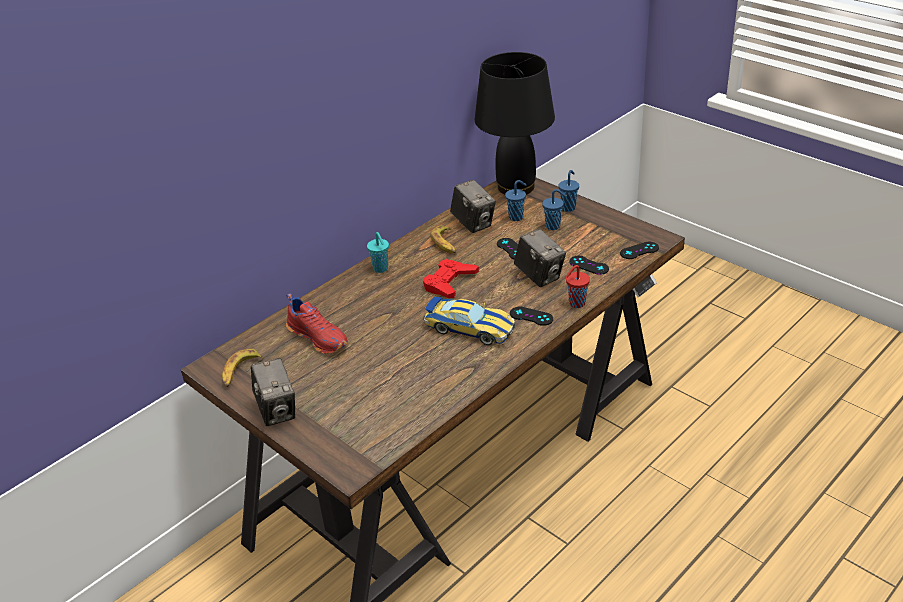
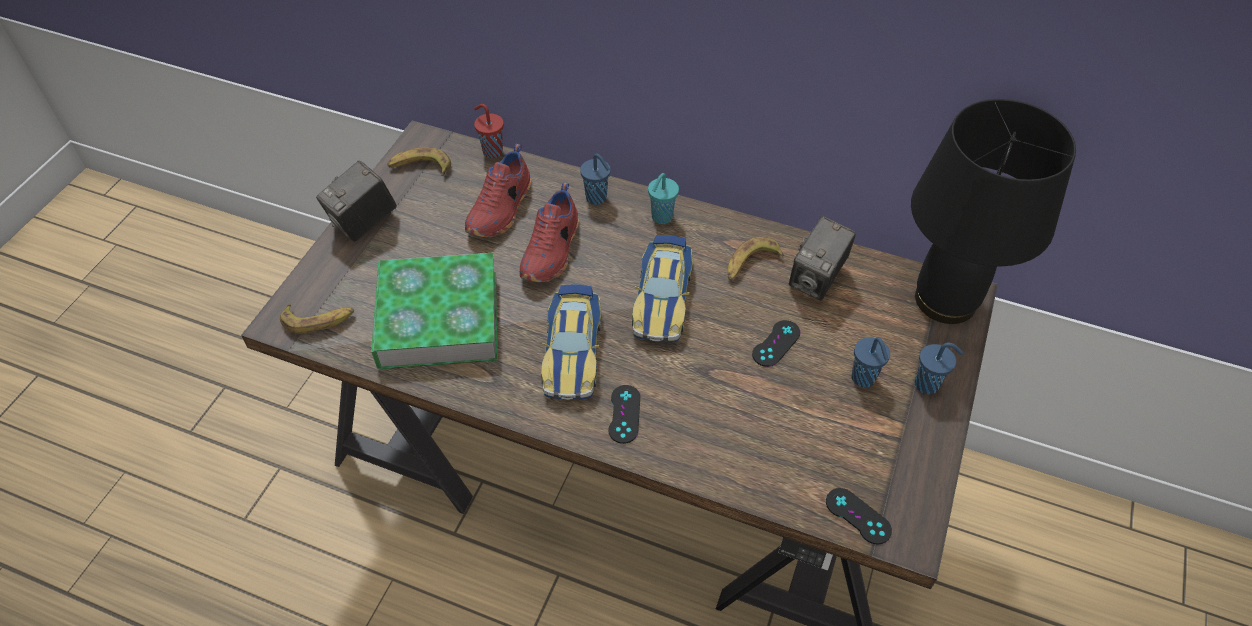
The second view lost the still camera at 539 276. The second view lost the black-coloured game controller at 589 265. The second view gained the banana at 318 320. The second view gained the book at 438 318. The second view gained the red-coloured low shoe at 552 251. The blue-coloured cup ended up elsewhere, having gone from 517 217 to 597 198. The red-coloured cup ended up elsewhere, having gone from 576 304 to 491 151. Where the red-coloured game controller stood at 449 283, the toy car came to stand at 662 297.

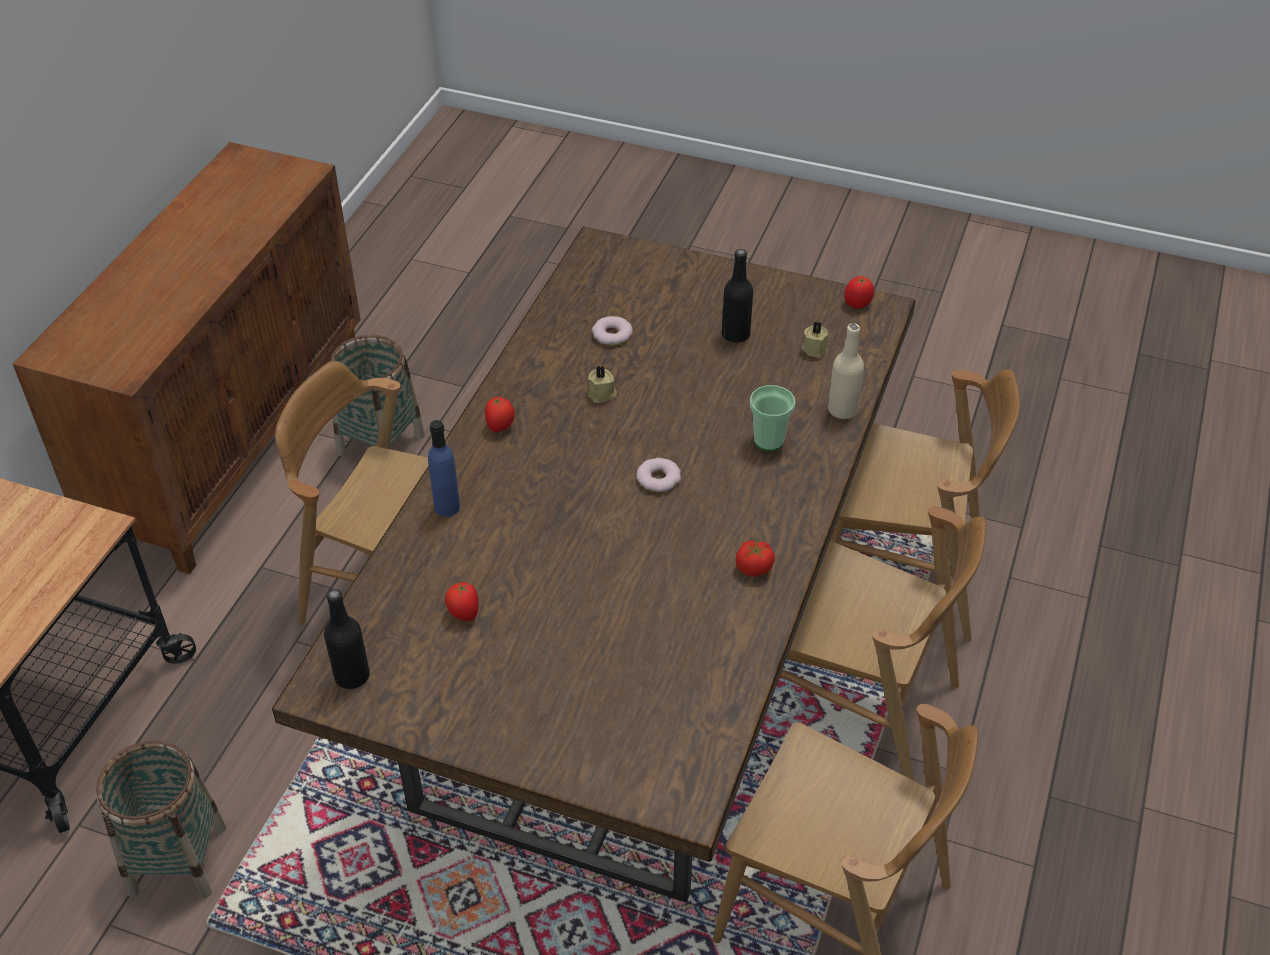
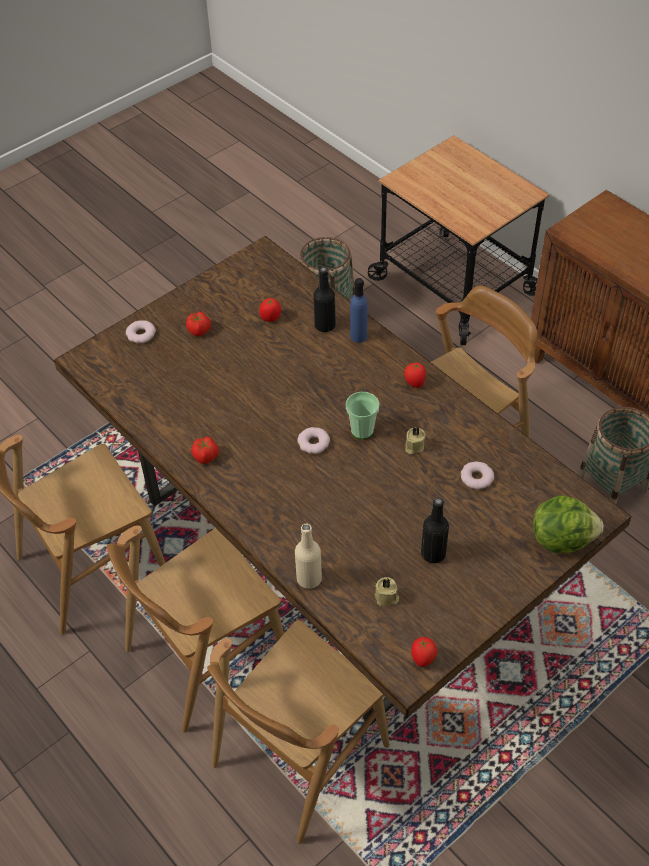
The second view gained the ring doughnut at 141 334. The second view gained the tomato at 199 331. The second view gained the head of lettuce at 561 538. The black-coloured bottle ended up elsewhere, having gone from 352 676 to 325 325. The cup ended up elsewhere, having gone from 769 440 to 362 430.

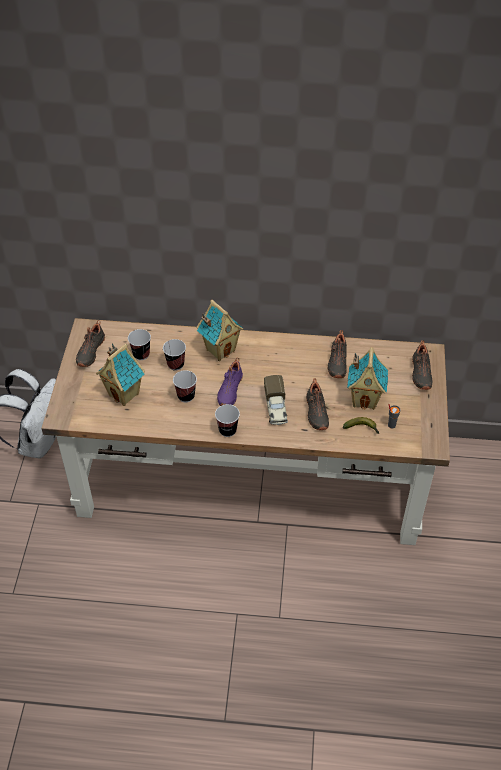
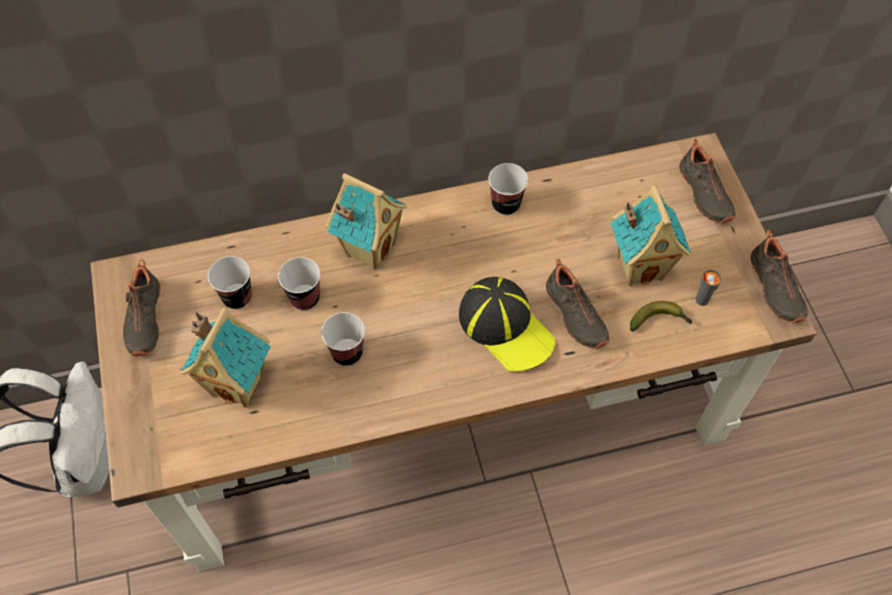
The second view lost the purplish low shoe at 229 390. The cup ended up elsewhere, having gone from 227 430 to 506 204. The black-coloured low shoe ended up elsewhere, having gone from 336 362 to 774 288. Where the toy truck stood at 275 407, the baseball cap came to stand at 506 327.

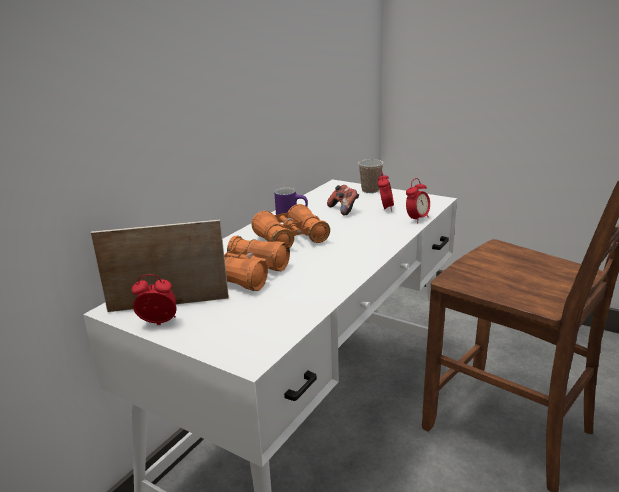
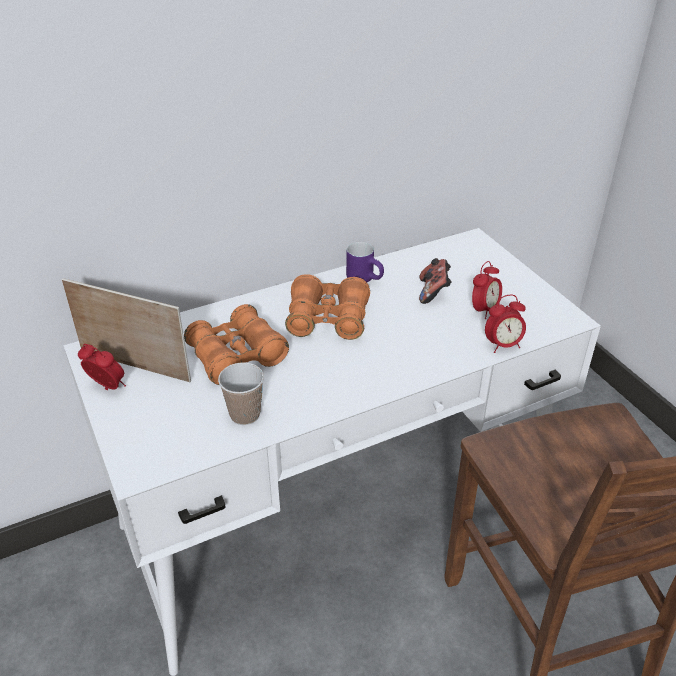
The cup ended up elsewhere, having gone from 370 190 to 245 414.

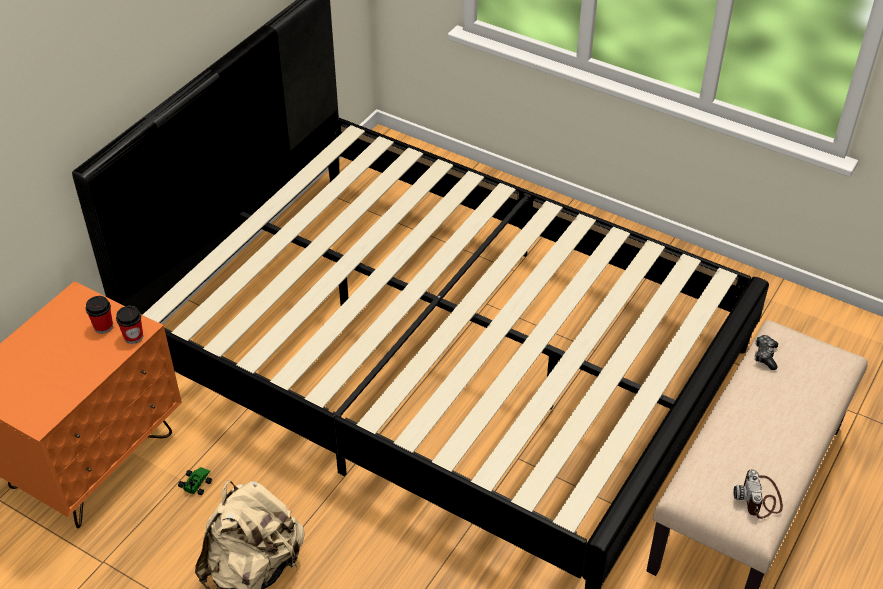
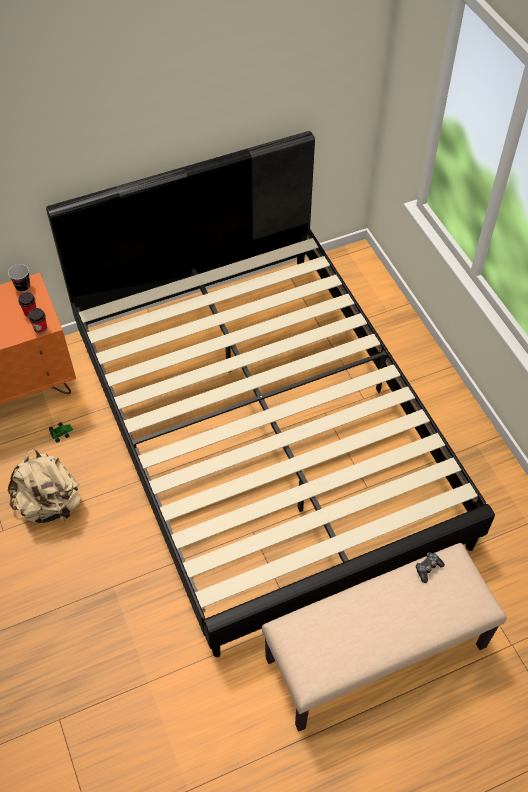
The second view lost the still camera at 759 498. The second view gained the cup at 23 286.

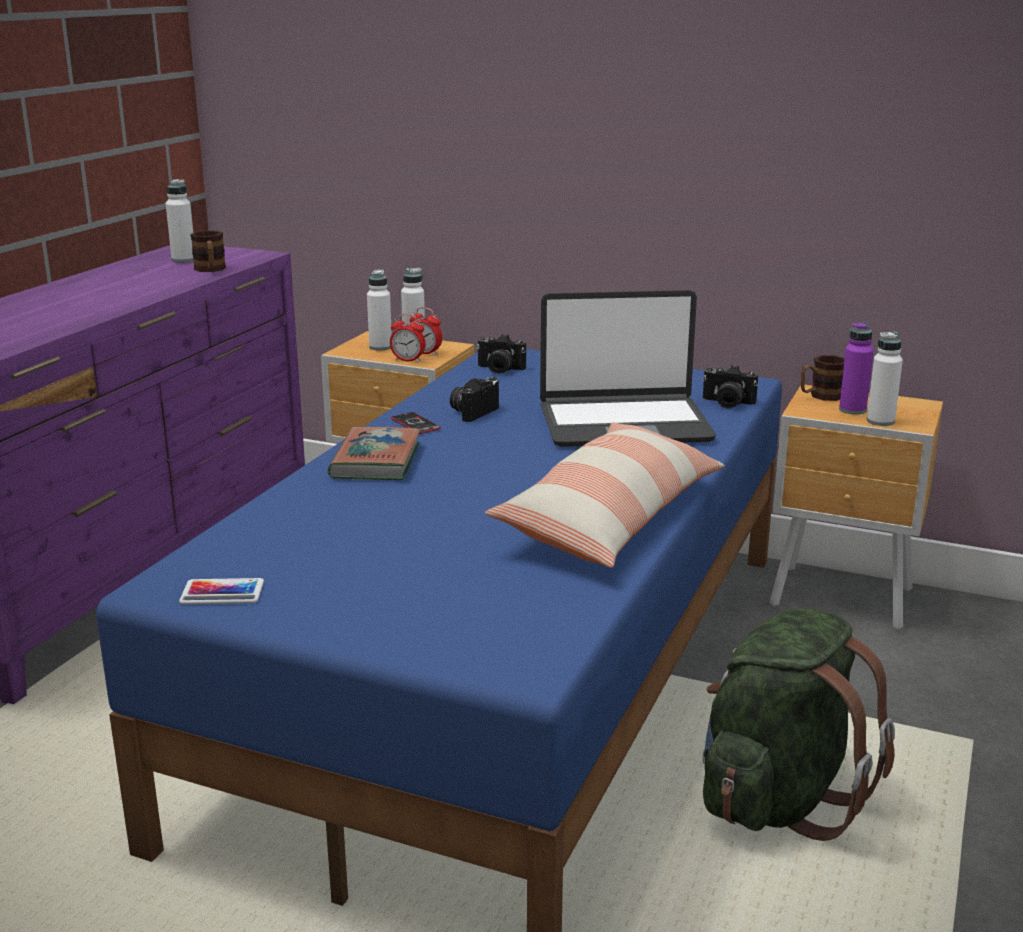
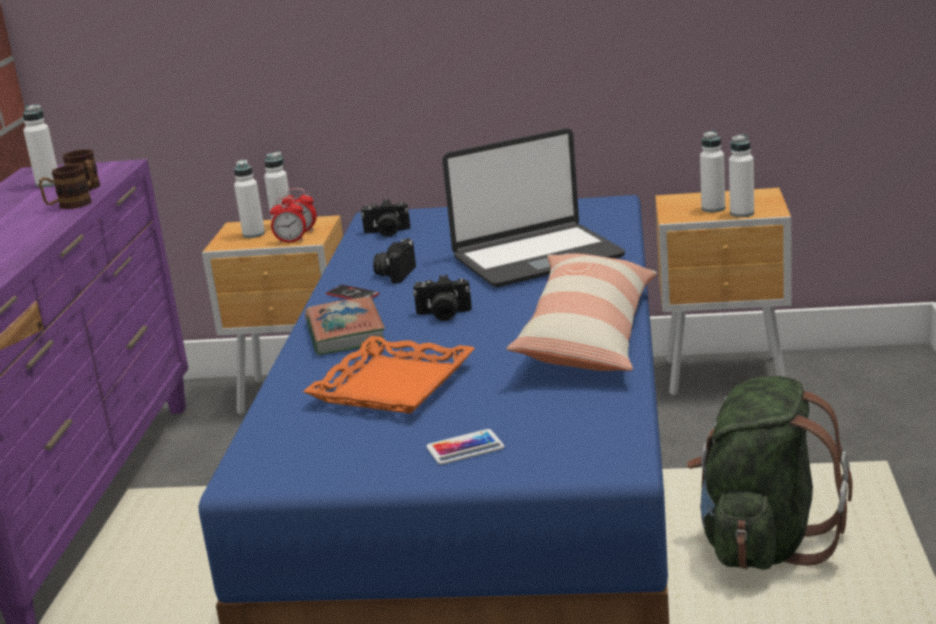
The second view gained the orange tray at 394 385. The handset ended up elsewhere, having gone from 222 592 to 465 448. The still camera ended up elsewhere, having gone from 727 403 to 443 315. The mug ended up elsewhere, having gone from 820 396 to 68 205. What was the purplish bottle at 852 410 turned into the white-coloured bottle at 713 208.

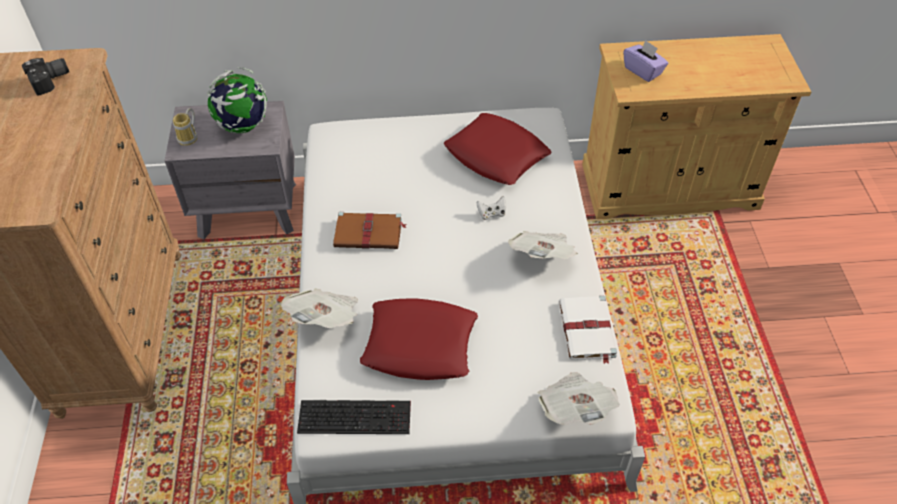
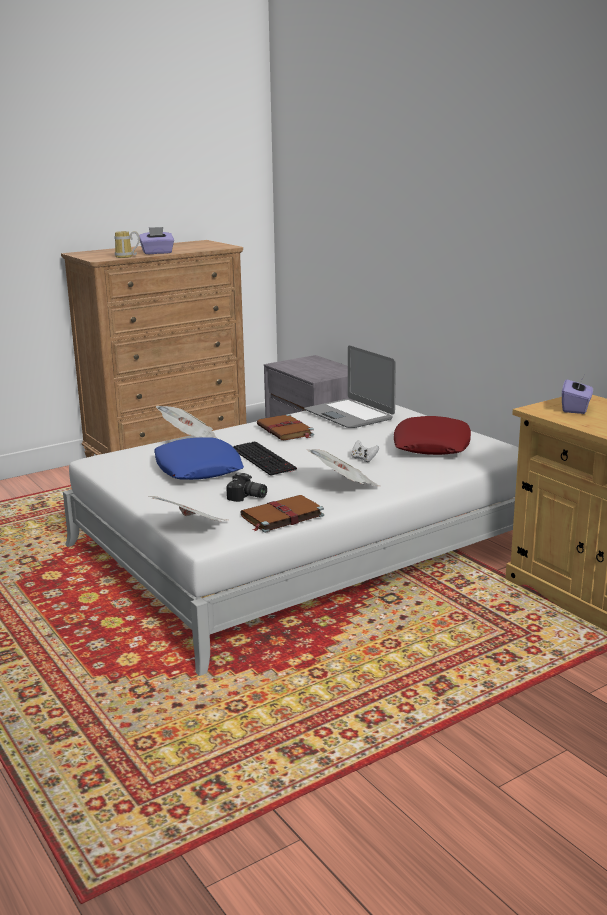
The second view lost the globe at 243 126. The second view gained the purplish tissue box at 157 253. The second view gained the notebook computer at 349 415. The still camera ended up elsewhere, having gone from 51 81 to 247 497. The mug ended up elsewhere, having gone from 190 137 to 126 257. The PC keyboard ended up elsewhere, having gone from 356 416 to 264 459. What was the red-coloured pillow at 420 344 turned into the blue-coloured pillow at 198 468. What was the white-coloured book at 587 330 turned into the brownish book at 281 516.

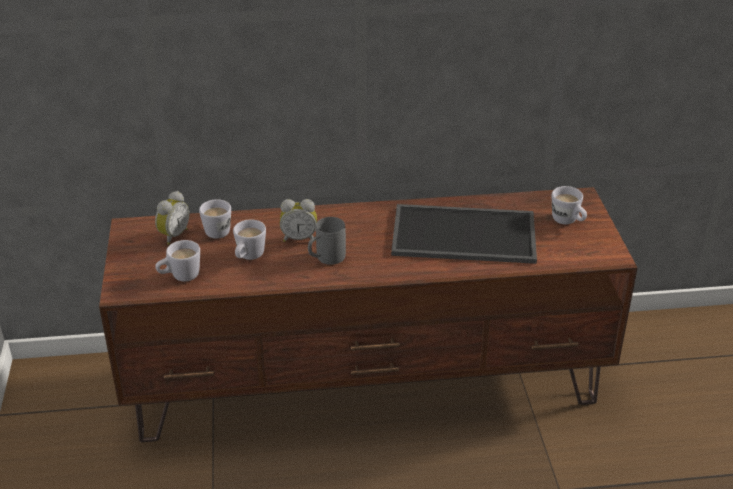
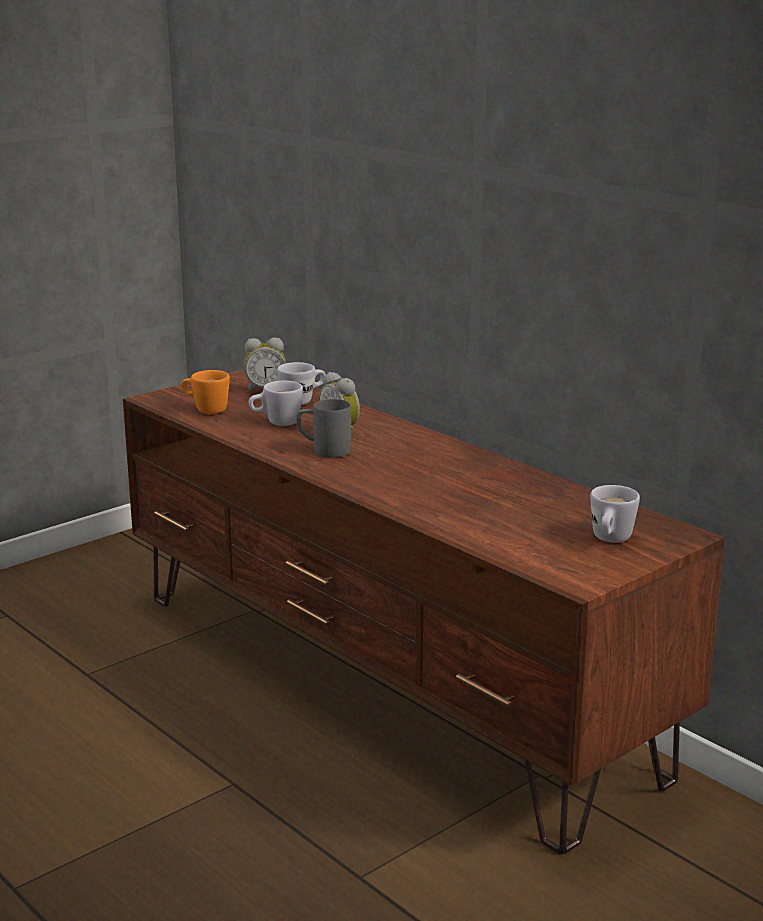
The second view lost the tray at 462 236. What was the white-coloured mug at 180 277 turned into the orange mug at 205 409.

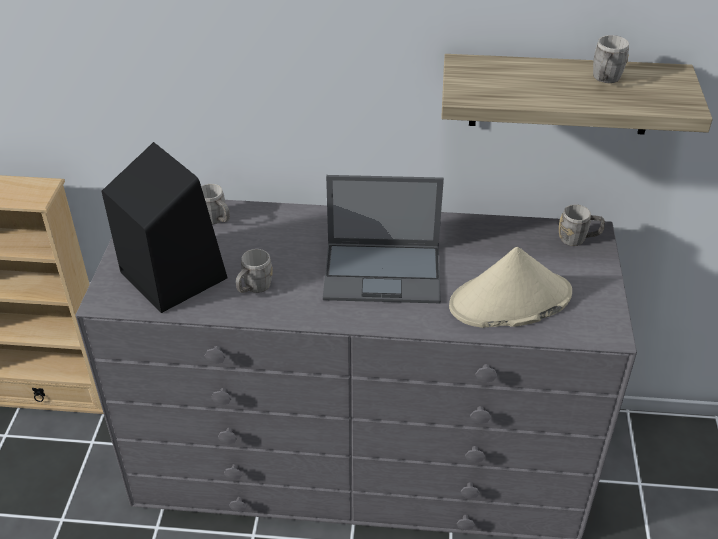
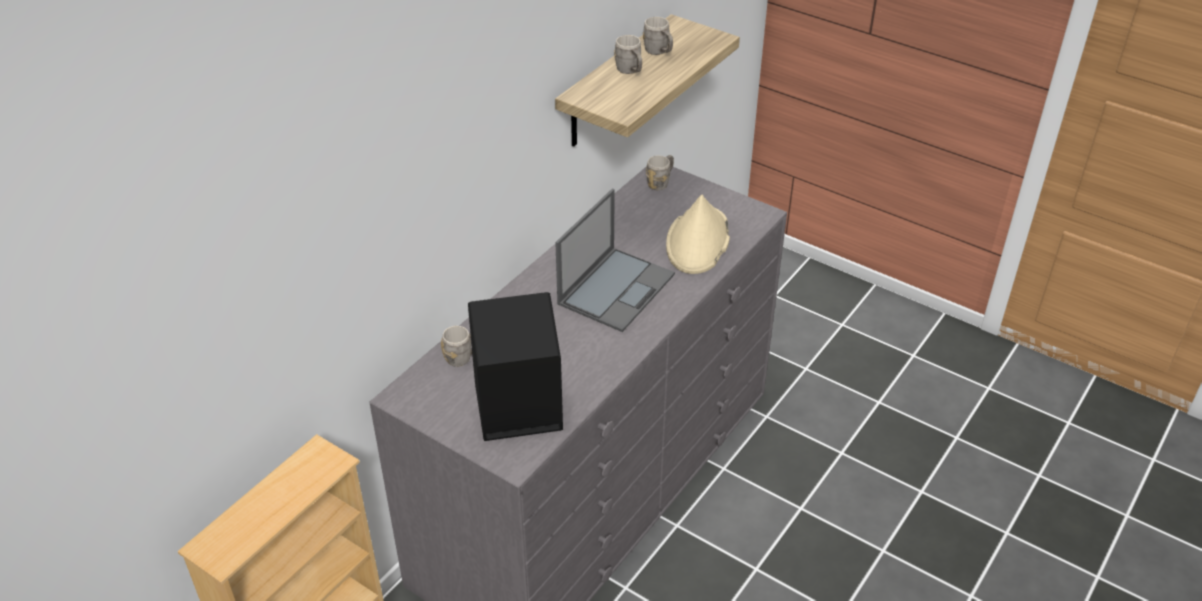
The greyish mug ended up elsewhere, having gone from 254 288 to 630 71.

